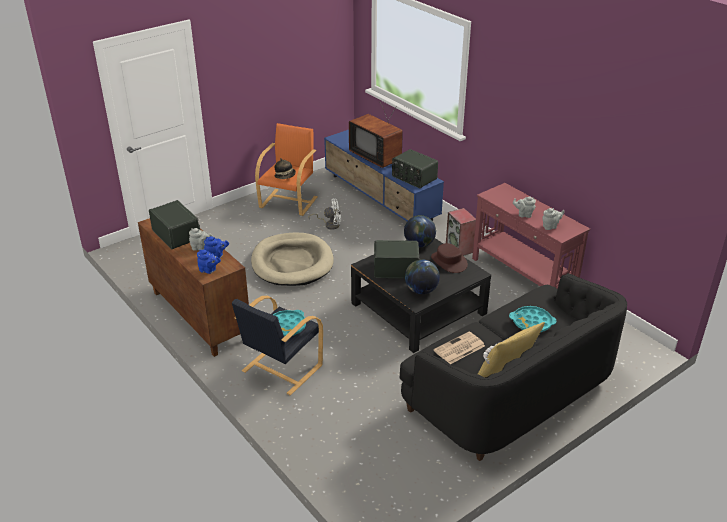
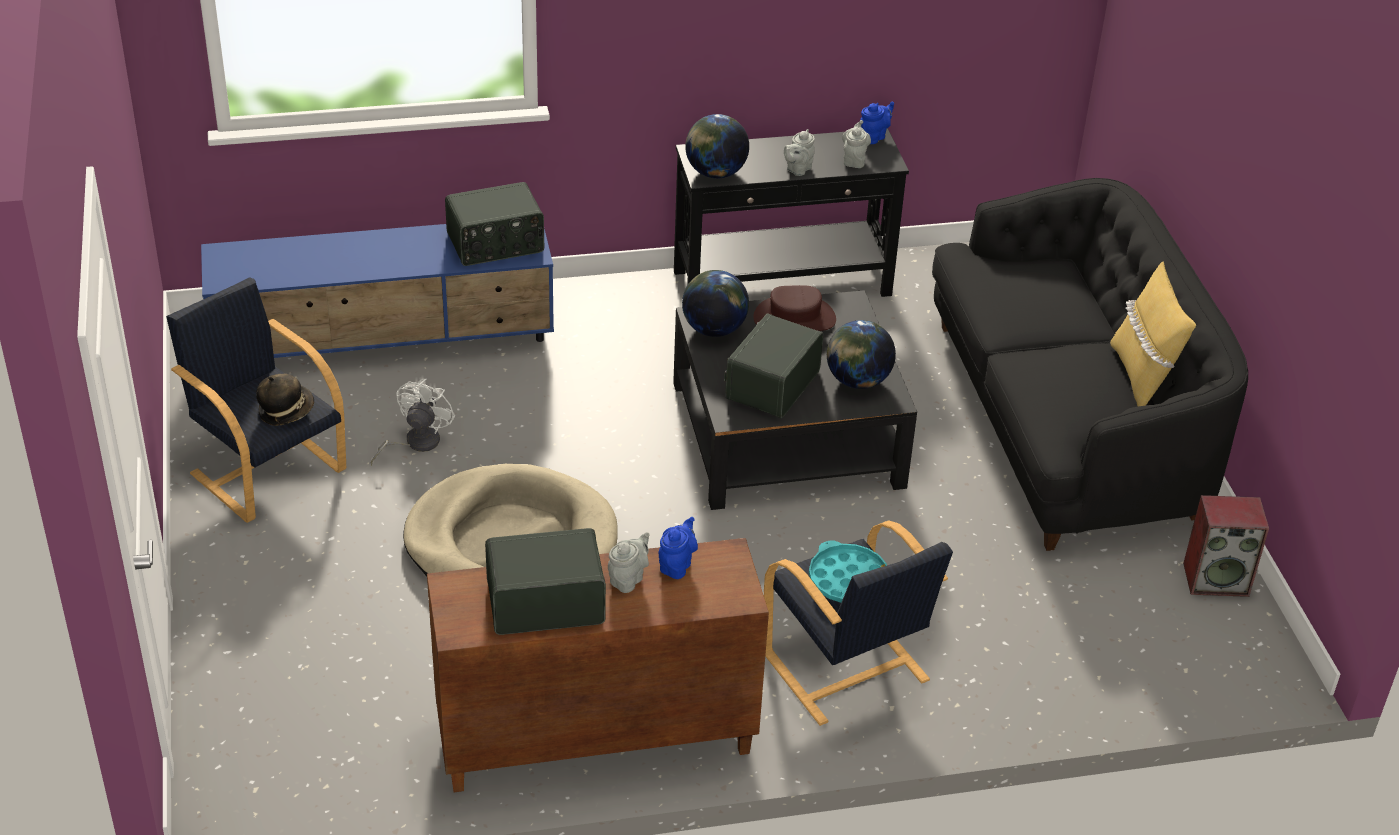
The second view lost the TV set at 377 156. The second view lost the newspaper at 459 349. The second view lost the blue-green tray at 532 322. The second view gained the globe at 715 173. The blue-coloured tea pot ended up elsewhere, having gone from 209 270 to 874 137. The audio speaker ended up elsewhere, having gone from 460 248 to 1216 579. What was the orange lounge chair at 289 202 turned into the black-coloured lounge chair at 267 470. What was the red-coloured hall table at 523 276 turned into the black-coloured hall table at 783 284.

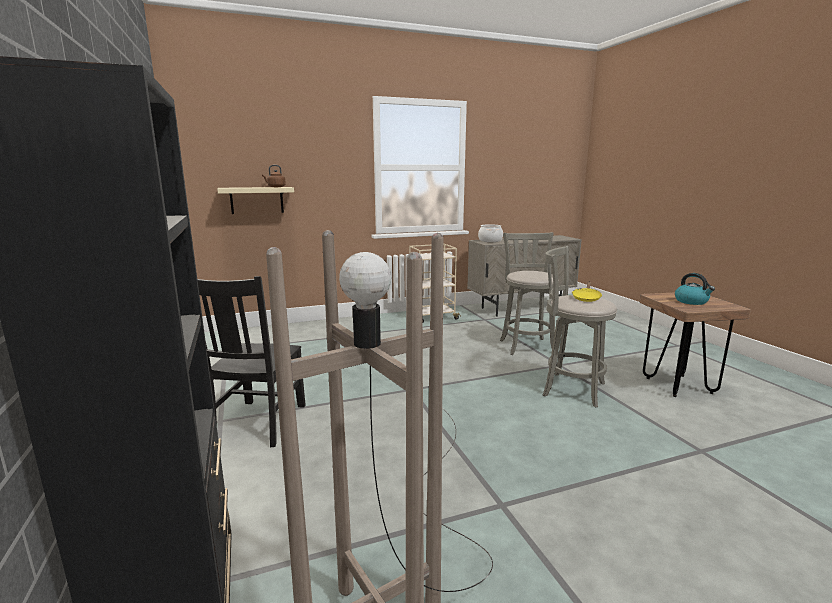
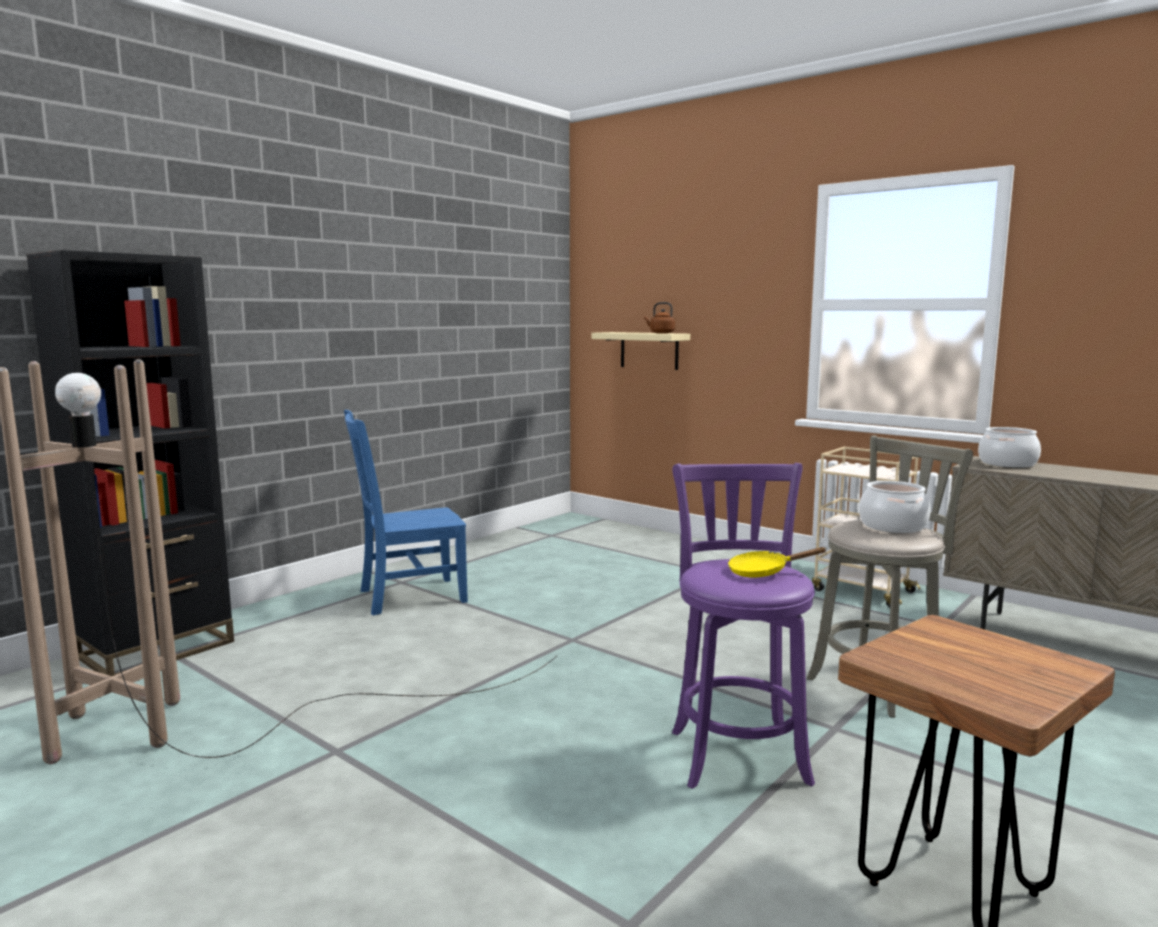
The second view lost the tea kettle at 691 301. The second view gained the stockpot at 892 526. What was the black-coloured plain chair at 258 424 turned into the blue-coloured plain chair at 408 596. What was the greyish sitting stool at 570 388 turned into the purplish sitting stool at 737 752.

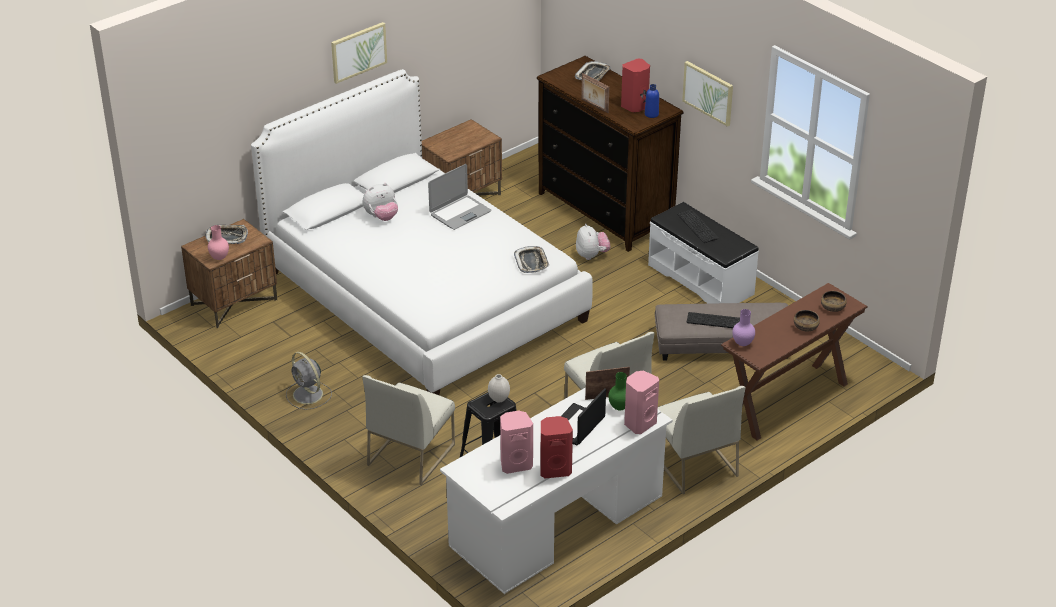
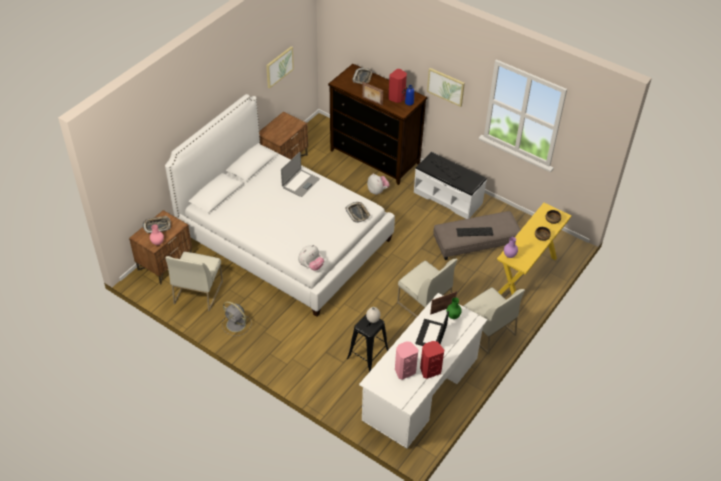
The second view lost the pinkish audio speaker at 639 423. The wall picture ended up elsewhere, having gone from 358 52 to 279 66. The white-coloured plain chair ended up elsewhere, having gone from 411 454 to 198 292. The cuddly toy ended up elsewhere, having gone from 381 217 to 311 266. What was the brownish hall table at 786 401 turned into the yellow hall table at 526 276.

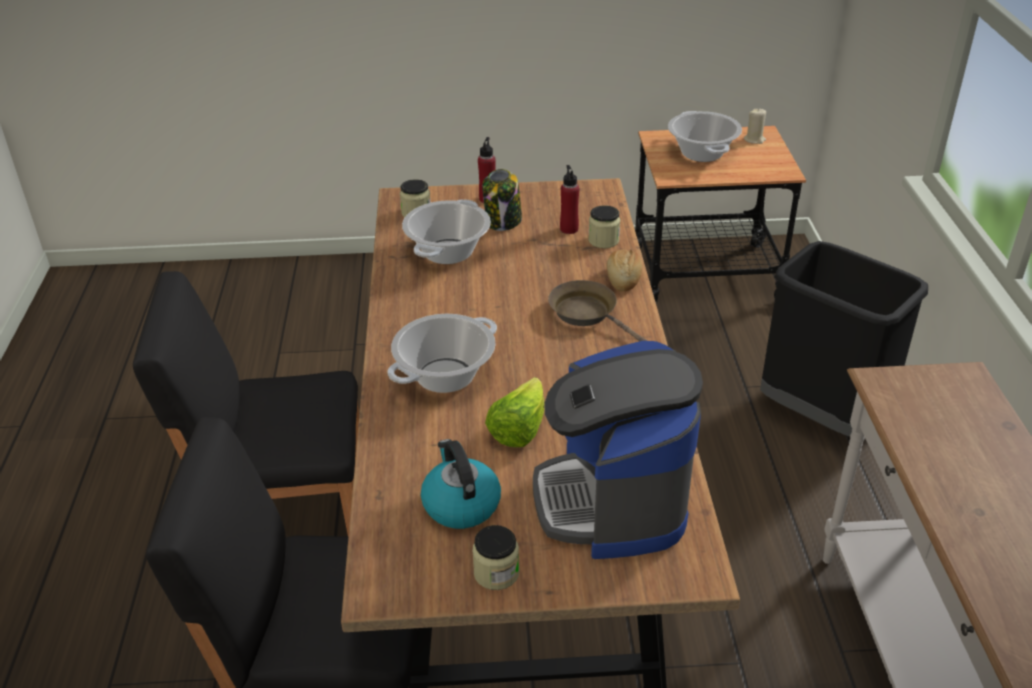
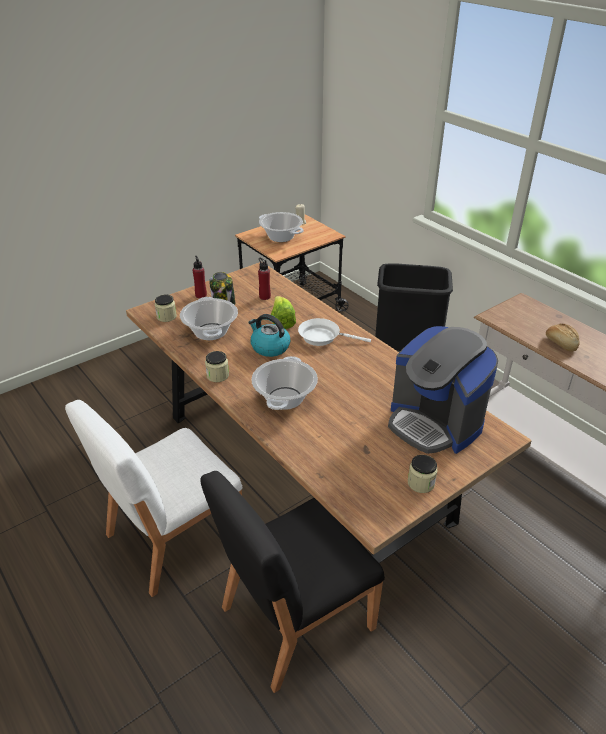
The tea kettle ended up elsewhere, having gone from 460 504 to 269 347. The head of lettuce ended up elsewhere, having gone from 519 430 to 282 322. The preserve jar ended up elsewhere, having gone from 603 240 to 217 375. The baked bread ended up elsewhere, having gone from 623 279 to 561 343. What was the black-coloured plain chair at 283 513 turned into the white-coloured plain chair at 172 536. What was the brownish frying pan at 587 314 turned into the white-coloured frying pan at 323 337.

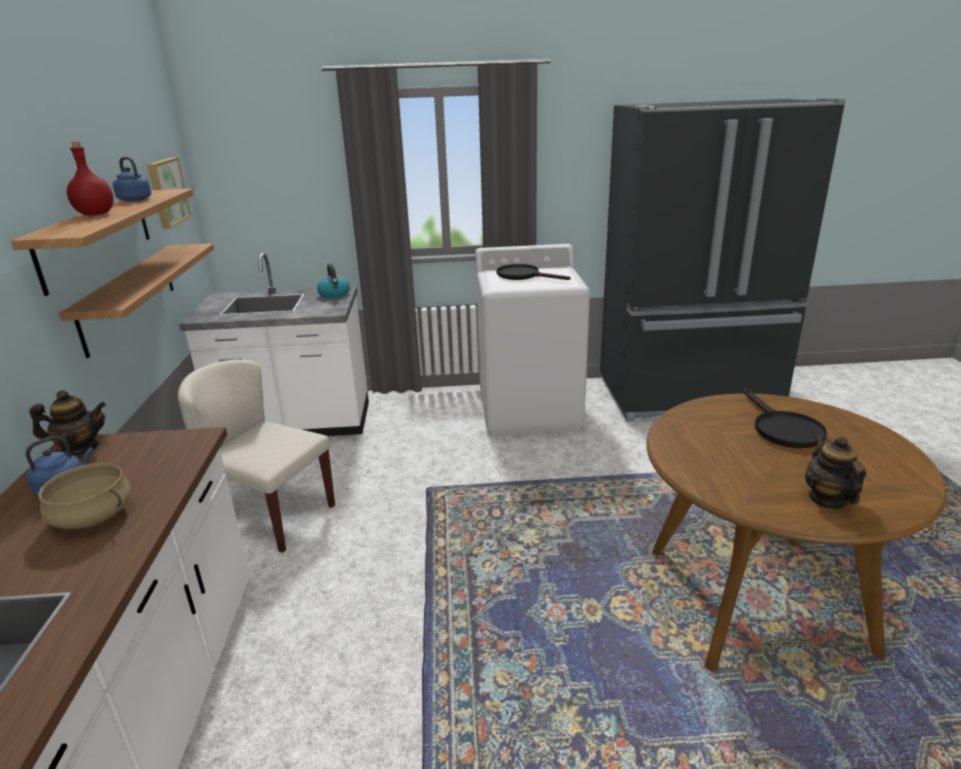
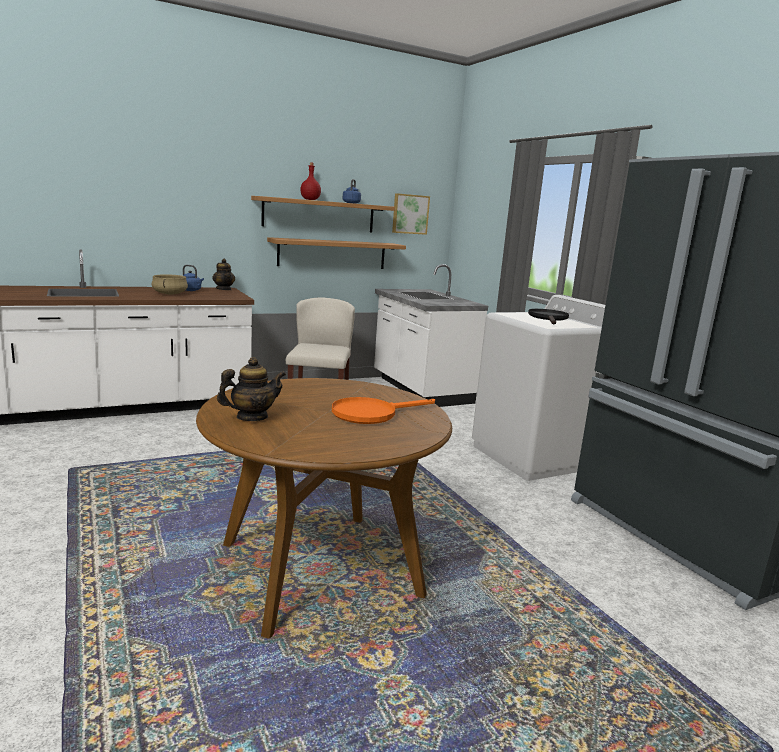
The second view lost the tea kettle at 334 294. What was the black-coloured frying pan at 782 428 turned into the orange frying pan at 371 413.

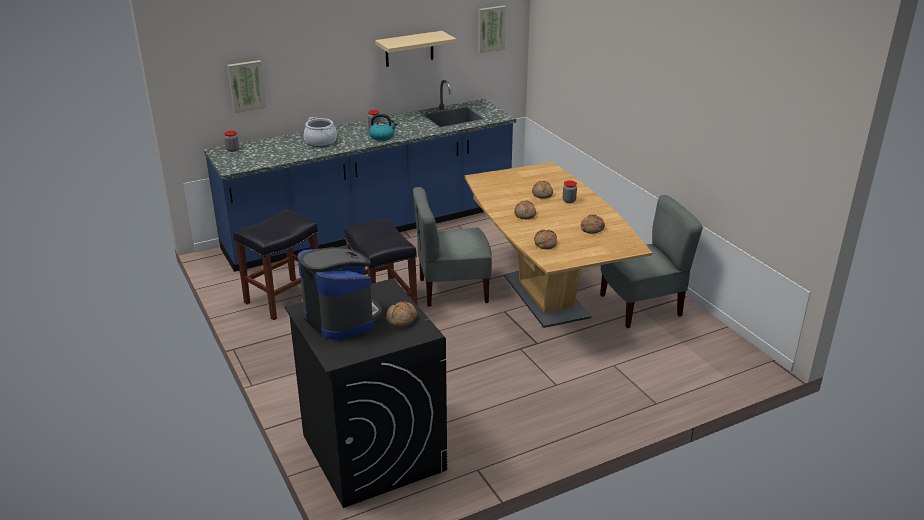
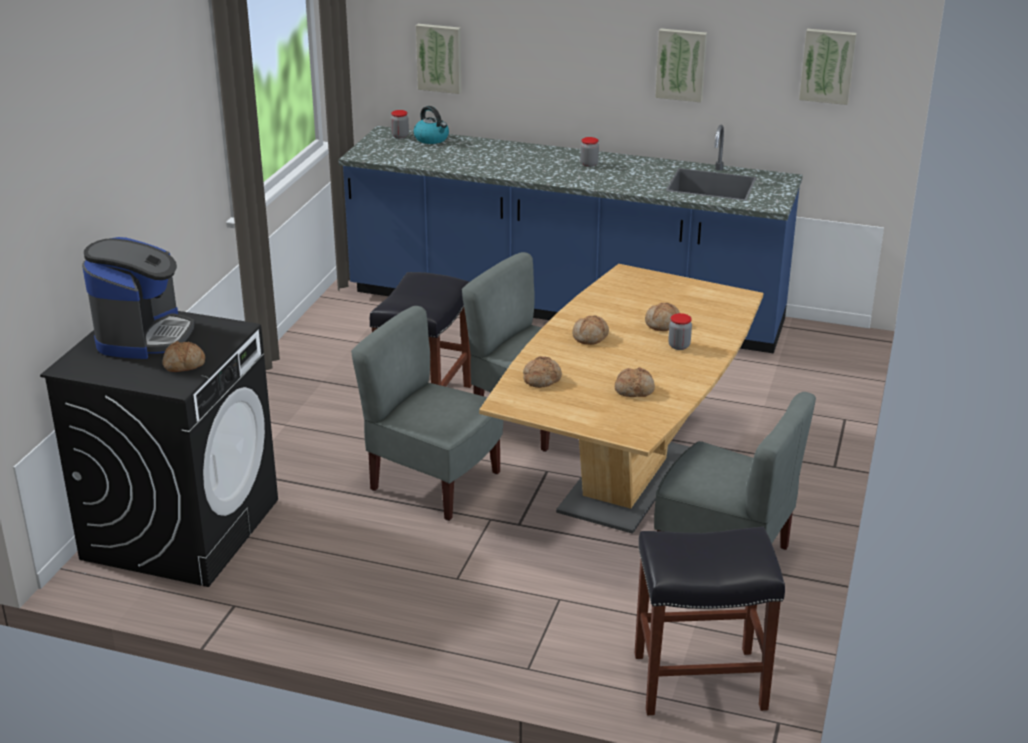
The second view lost the stockpot at 321 142. The second view gained the greyish plain chair at 433 483. The black-coloured sitting stool ended up elsewhere, having gone from 283 299 to 697 682. The tea kettle ended up elsewhere, having gone from 382 136 to 432 139. Where the beige-coloured bracket shelf hung at 409 49, the wall picture came to hang at 681 64.

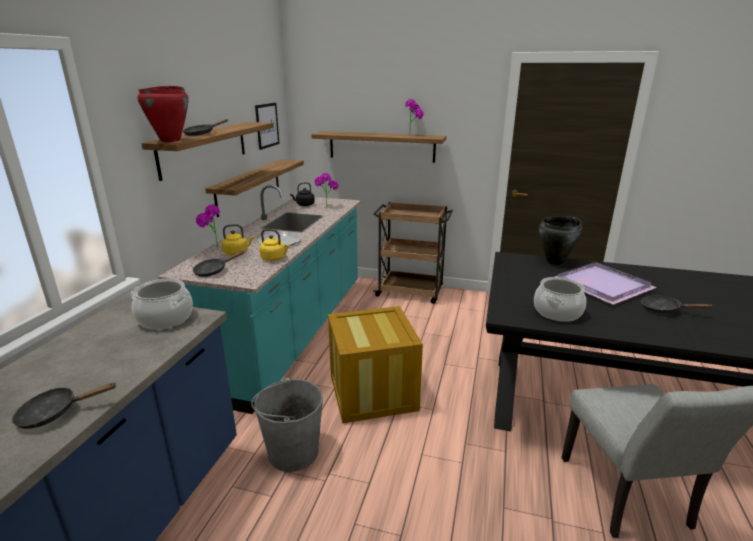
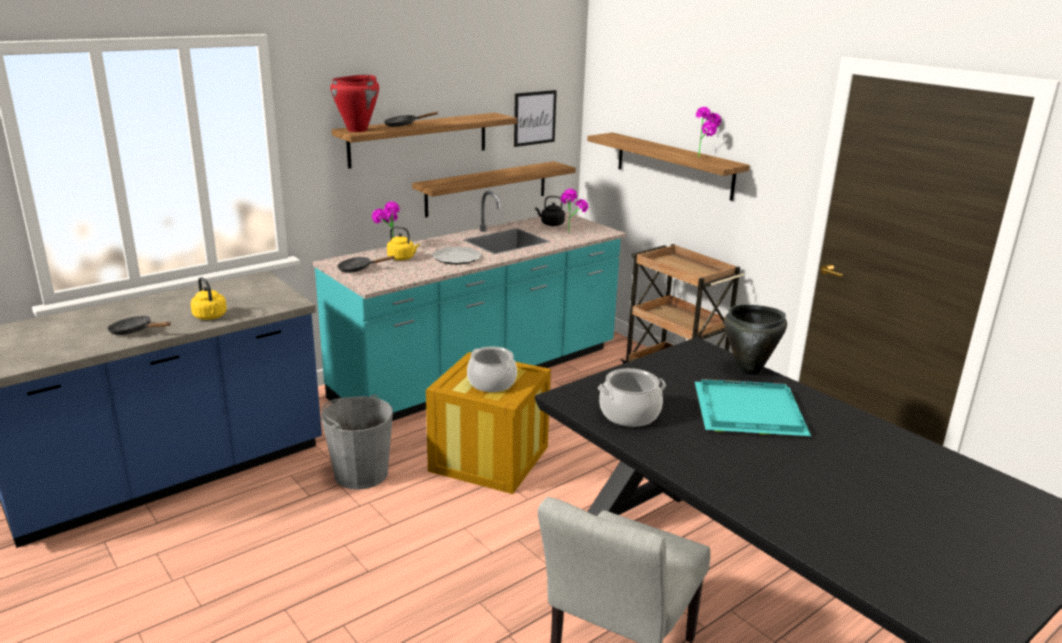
The second view lost the black-coloured frying pan at 664 310. The stockpot ended up elsewhere, having gone from 165 318 to 491 383. The yellow tea kettle ended up elsewhere, having gone from 274 258 to 211 317. What was the purplish tray at 602 286 turned into the blue-green tray at 747 412.

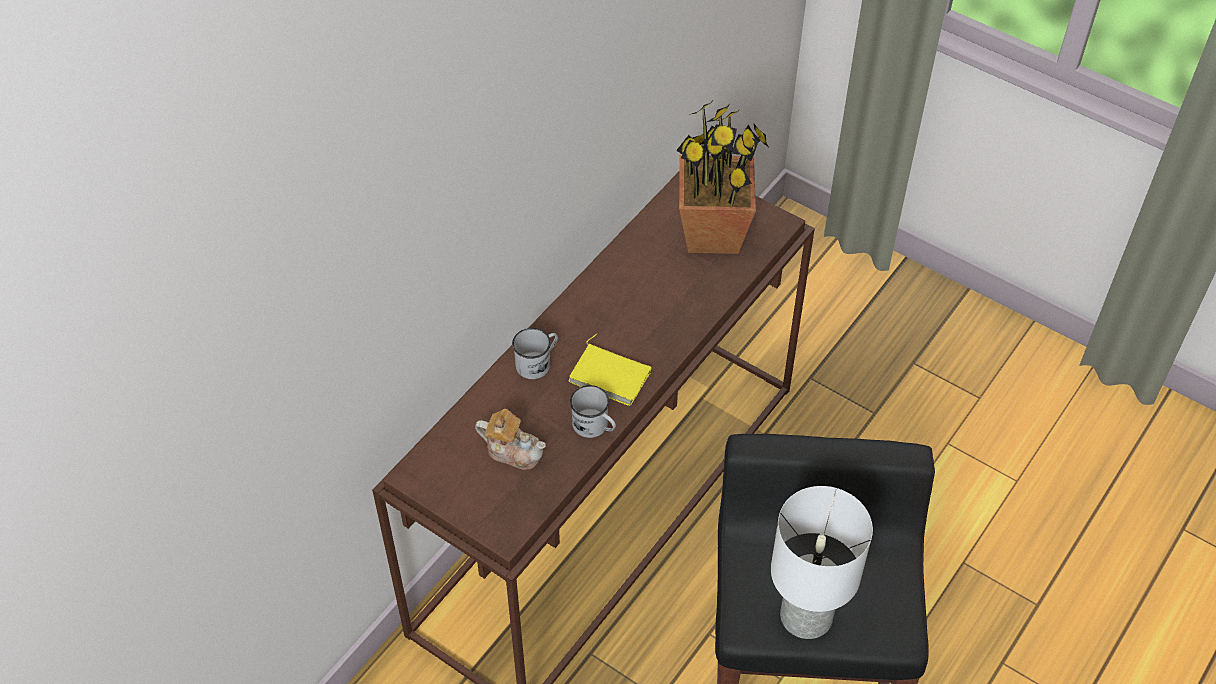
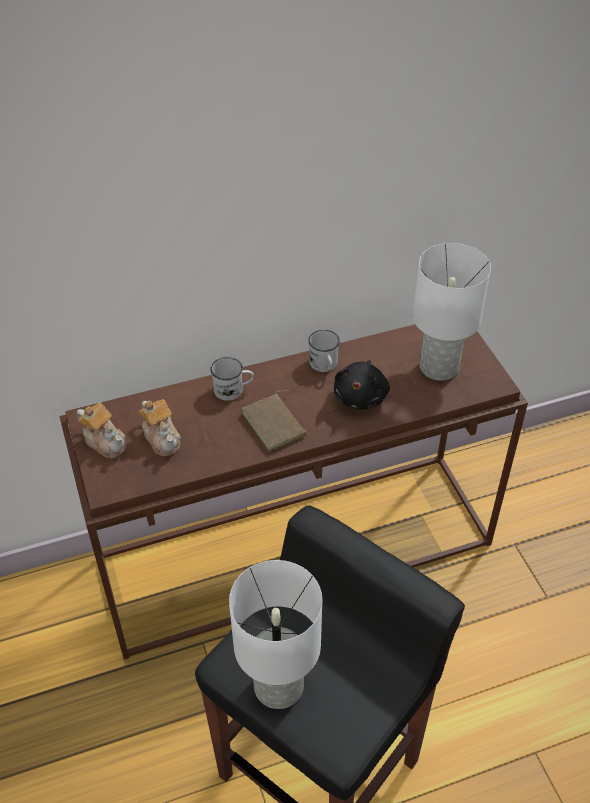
The second view gained the tea pot at 105 441. The second view gained the black-coloured cuddly toy at 361 396. The white-coloured mug ended up elsewhere, having gone from 594 427 to 324 366. Where the potted plant stood at 712 233, the white-coloured lamp for a table came to stand at 438 367. What was the yellow book at 611 375 turned into the brownish book at 275 424.

